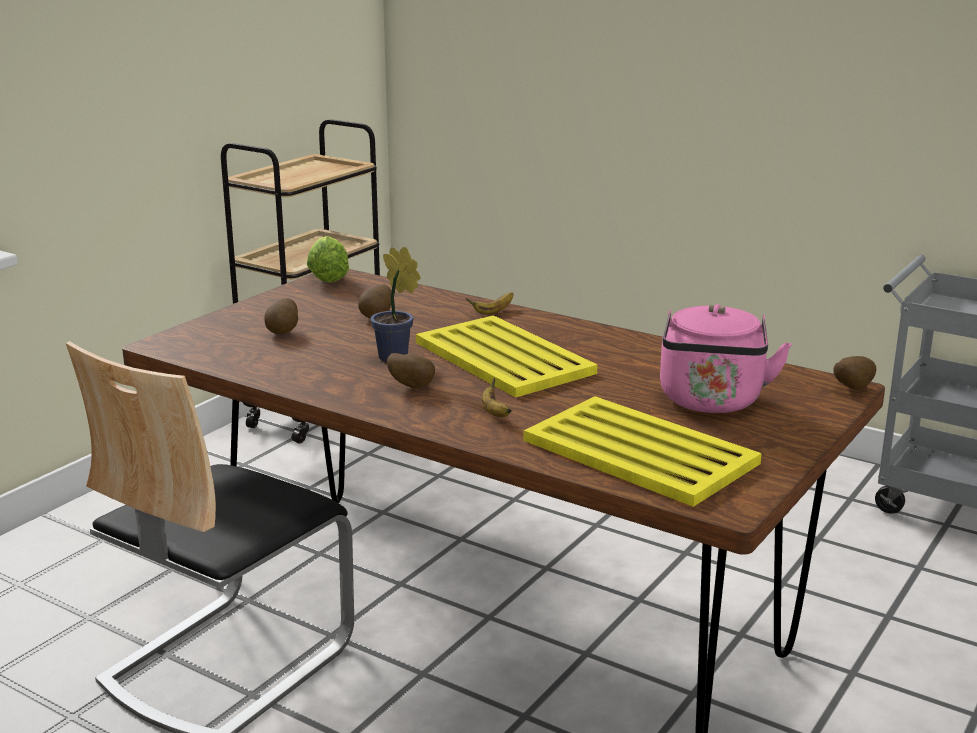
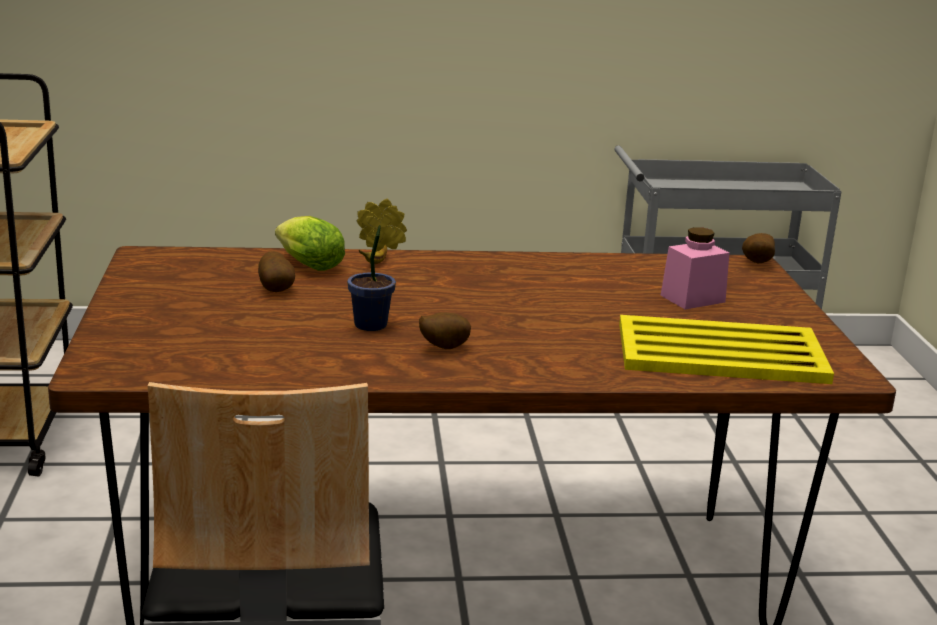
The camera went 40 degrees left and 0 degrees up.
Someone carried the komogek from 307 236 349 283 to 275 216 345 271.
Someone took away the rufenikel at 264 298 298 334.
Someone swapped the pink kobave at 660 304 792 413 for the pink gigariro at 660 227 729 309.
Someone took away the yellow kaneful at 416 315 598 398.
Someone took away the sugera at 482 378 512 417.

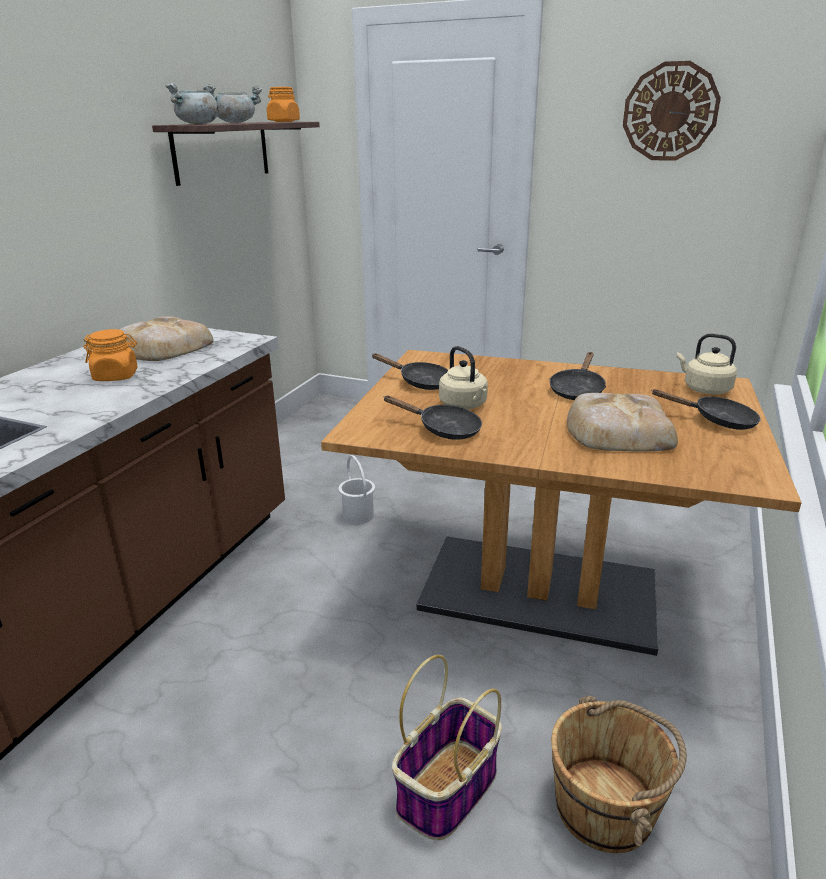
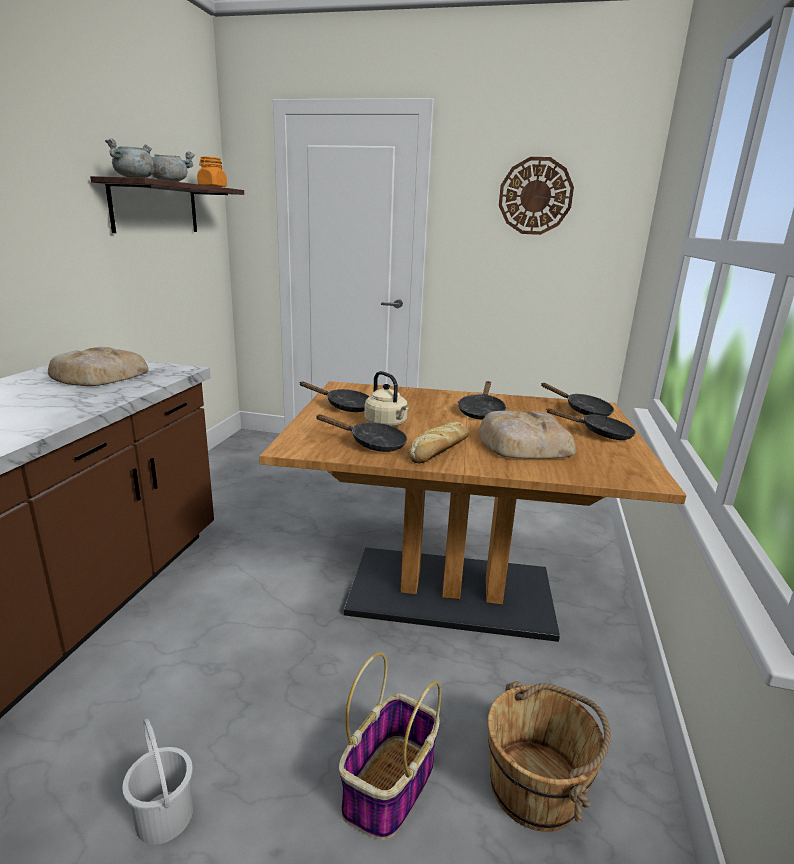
The camera went 10 degrees left and 5 degrees down.
Someone took away the orange gigariro at 83 329 138 381.
Someone swapped the beige kobave at 677 333 737 395 for the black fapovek at 541 383 614 416.
Someone carried the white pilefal from 338 455 375 524 to 122 718 193 845.
Someone put down the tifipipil at 408 422 469 463.

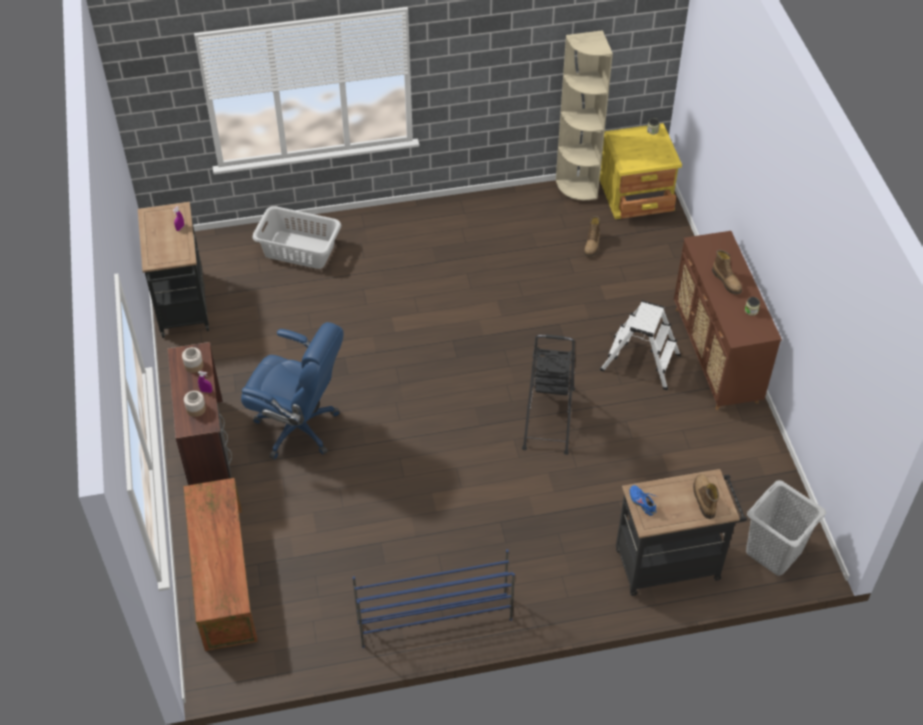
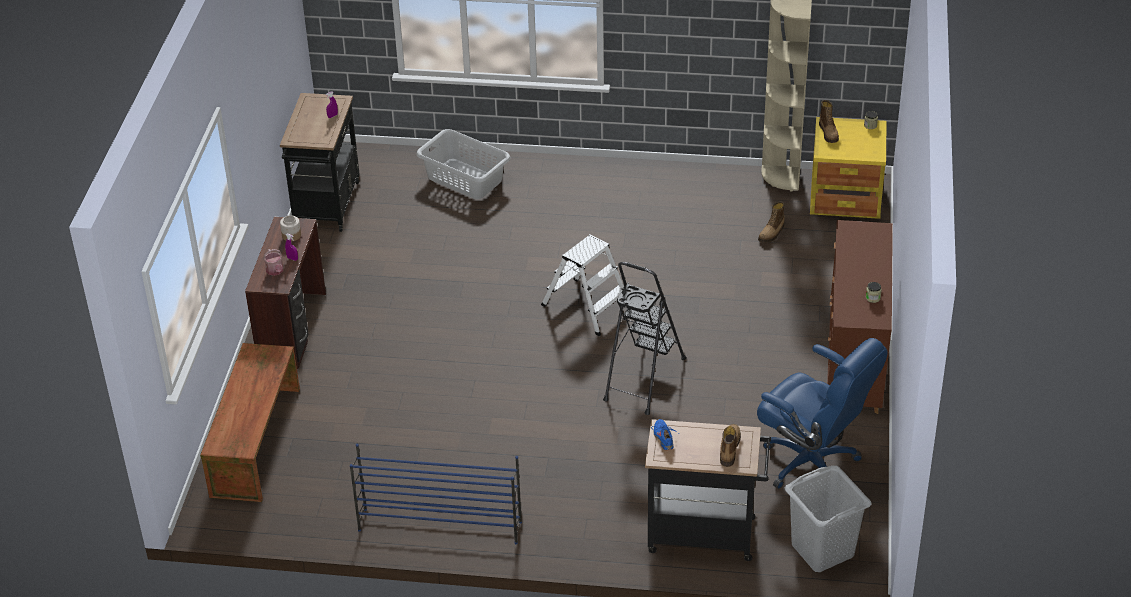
The camera went 20 degrees right and 10 degrees down.
Someone carried the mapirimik from 712 250 742 295 to 819 100 839 143.
Someone carried the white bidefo from 600 300 681 390 to 541 234 624 336.
Someone carried the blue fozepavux from 241 322 344 460 to 757 338 888 489.
Someone swapped the gigariro at 184 391 206 417 for the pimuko at 263 249 283 276.

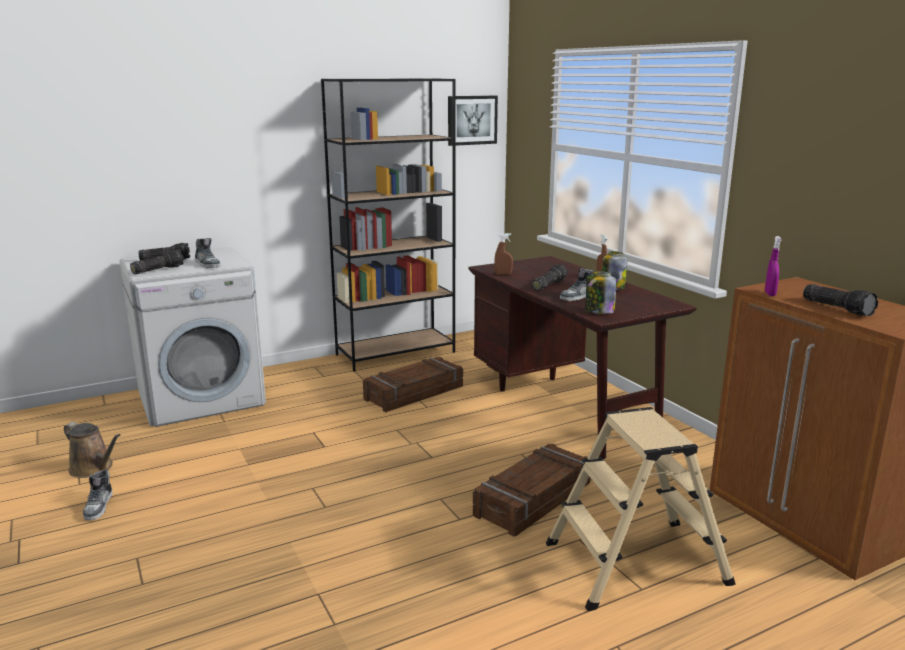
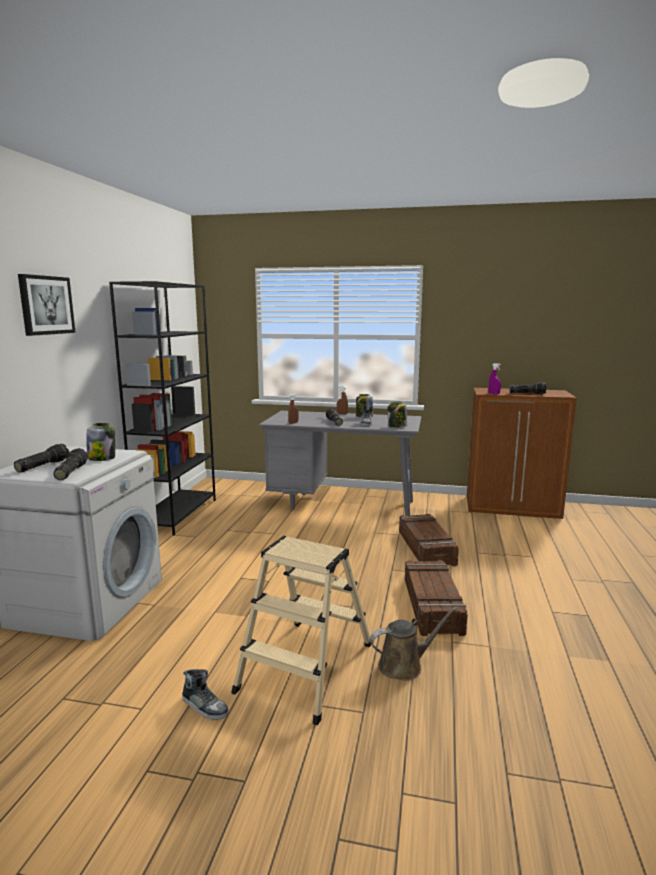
The camera went 50 degrees left and 5 degrees down.
Someone repainted the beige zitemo at 321 79 456 372, which became the black zitemo at 109 281 216 535.
Someone carried the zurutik from 448 96 498 146 to 18 274 76 336.
Someone swapped the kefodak at 195 238 220 268 for the gigariro at 87 423 115 461.
Someone repainted the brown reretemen at 468 256 697 459, which became the grey reretemen at 259 411 421 516.
Someone carried the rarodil from 363 357 463 412 to 405 560 468 636.
Someone carried the beige bidefo from 546 407 736 611 to 231 535 371 725.
Someone carried the brown pimuko from 64 422 121 478 to 370 607 458 681.

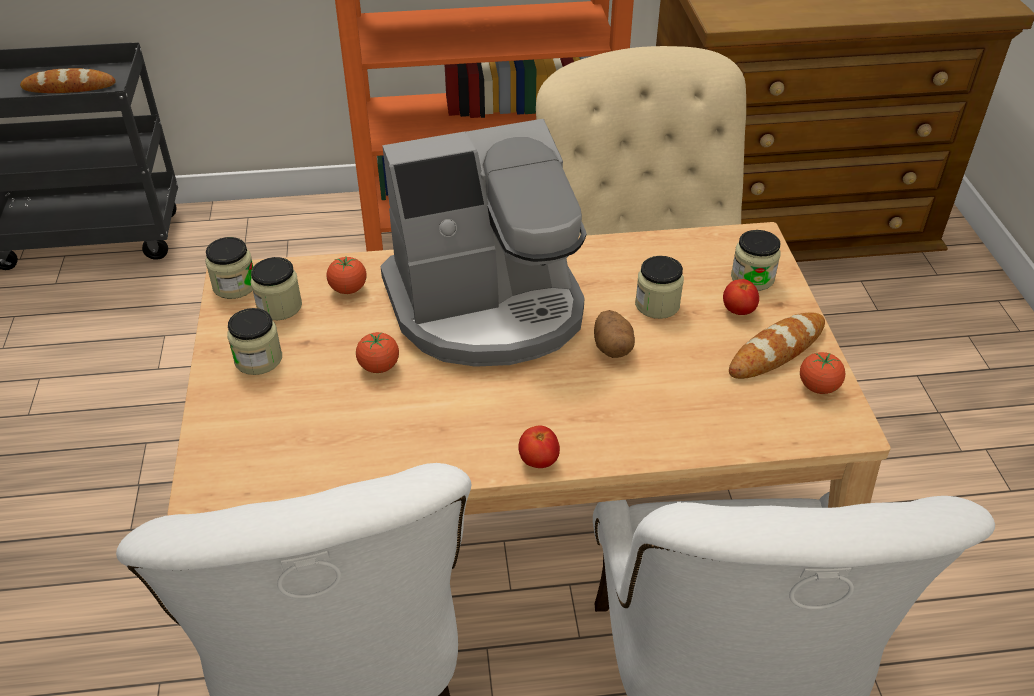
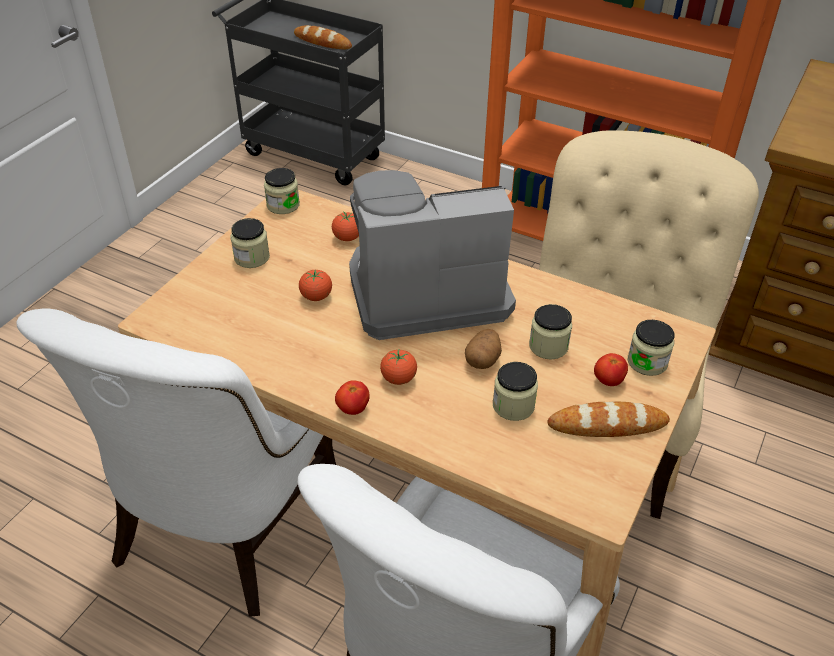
The camera went 35 degrees right and 0 degrees up.
Someone rotated the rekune at 381 119 586 367 by 150 degrees clockwise.
Someone carried the gigariro from 251 257 302 320 to 493 362 538 421.
Someone carried the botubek from 800 352 845 394 to 380 350 417 385.

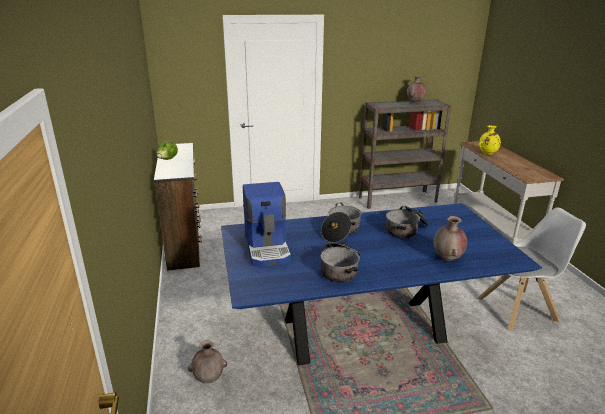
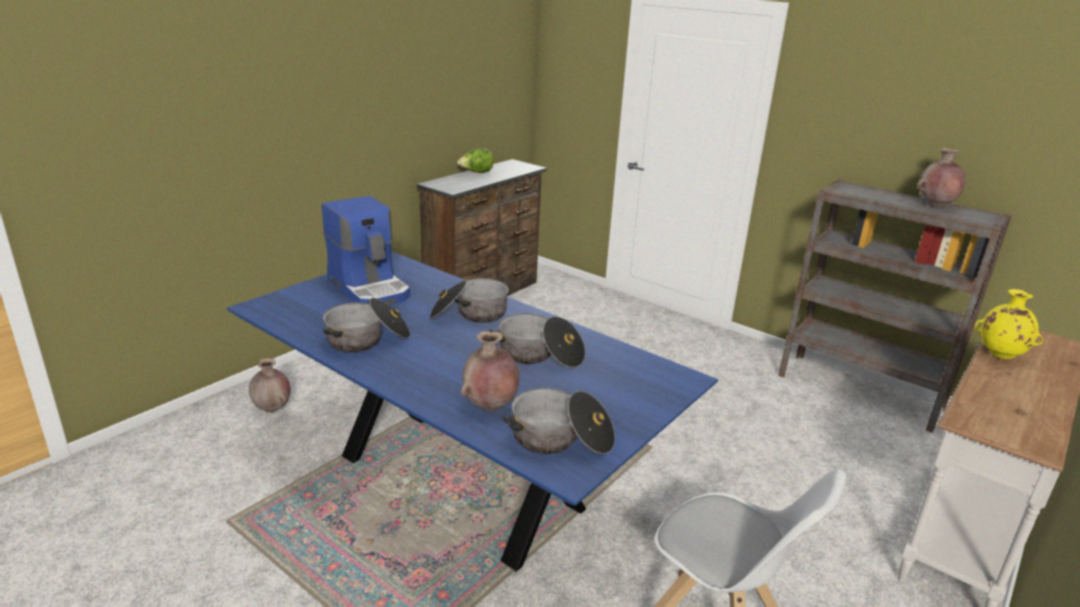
The camera went 50 degrees right and 0 degrees up.
Someone rotated the rekune at 243 182 291 267 by 75 degrees counterclockwise.
Someone put down the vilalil at 503 388 615 454.

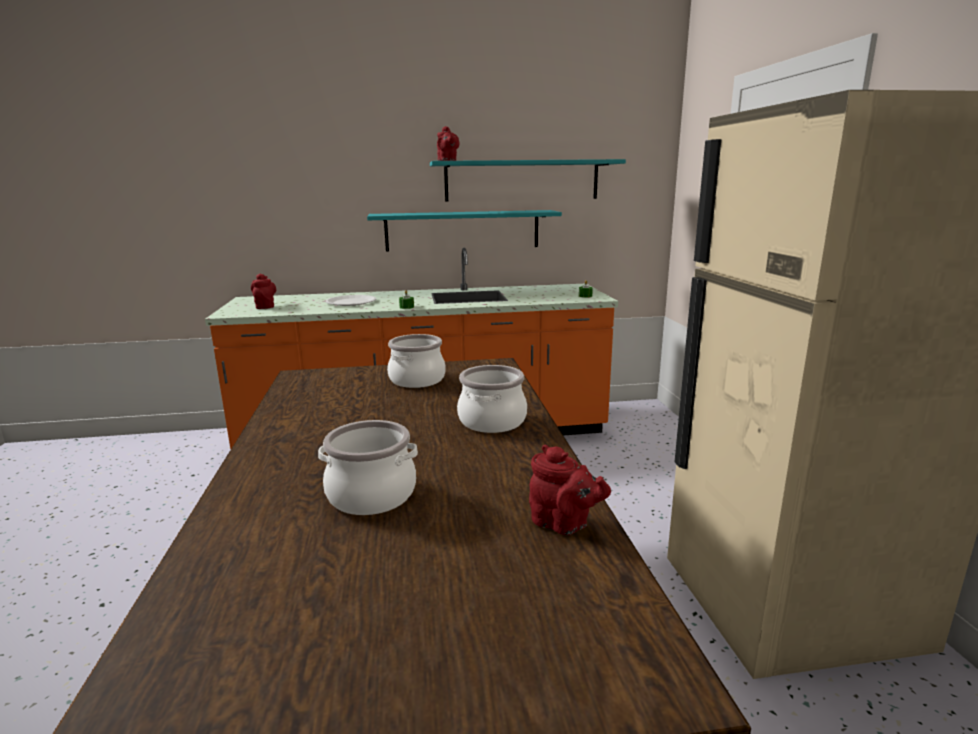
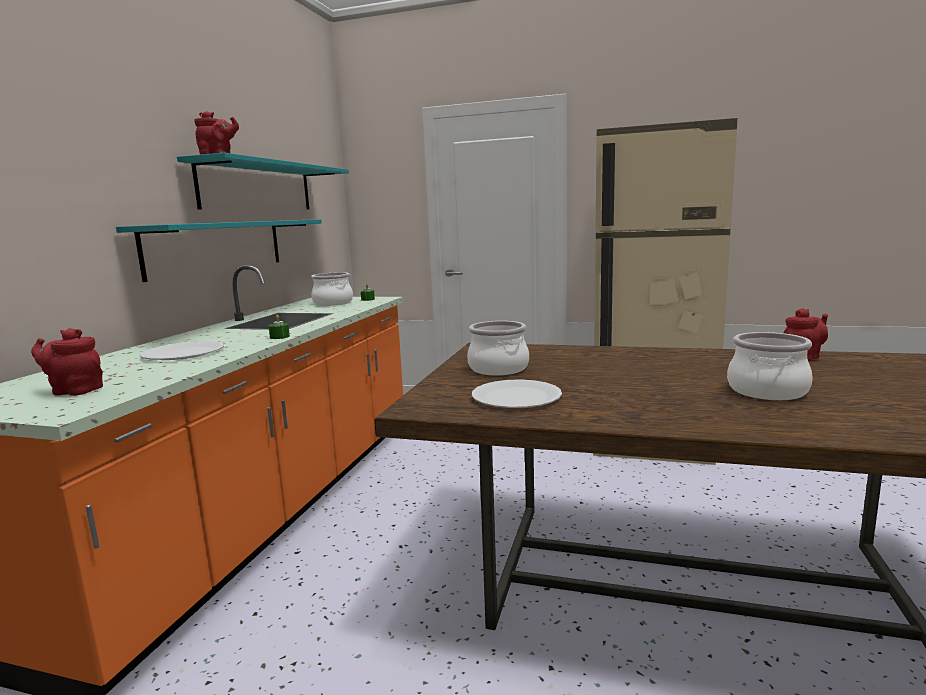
The camera went 65 degrees left and 5 degrees down.
Someone carried the vilalil from 457 365 527 433 to 311 272 353 306.
Someone put down the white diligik at 472 379 562 408.

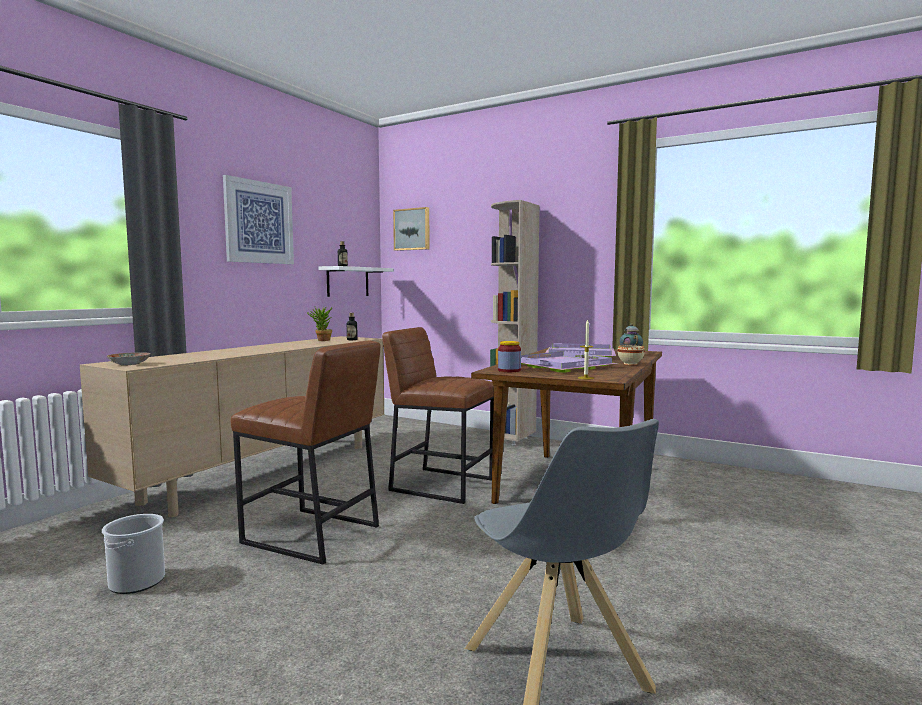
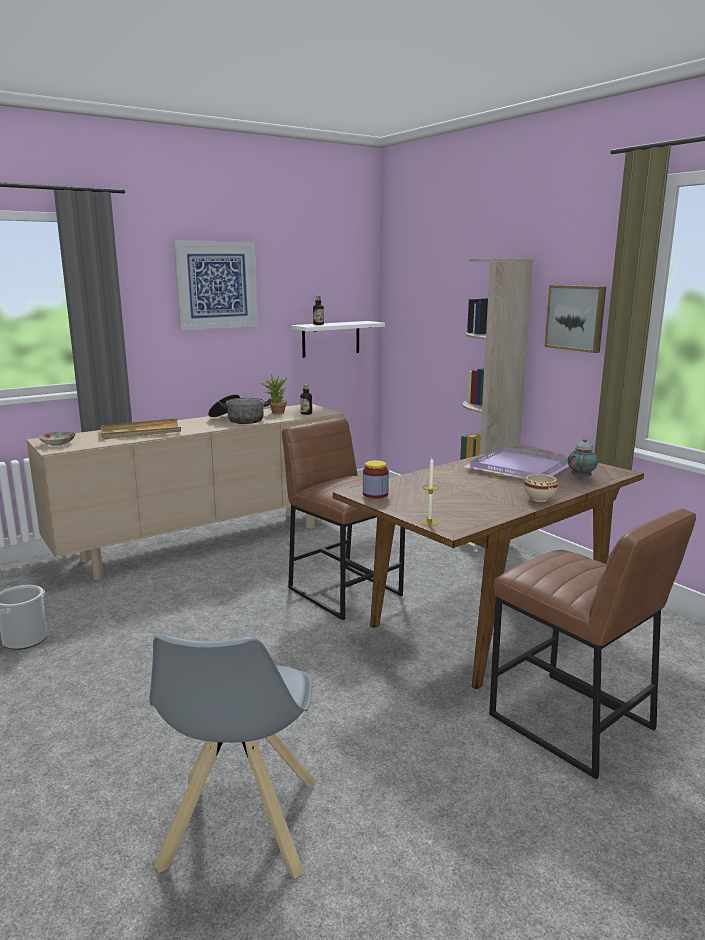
The camera went 25 degrees right and 10 degrees up.
Someone carried the zurutik from 393 207 430 251 to 545 285 606 353.
Someone carried the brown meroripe from 231 340 380 564 to 489 509 696 779.
Someone took away the purple kaneful at 521 351 619 373.
Someone put down the vilalil at 208 394 271 424.
Someone put down the beige kaneful at 101 418 181 439.

